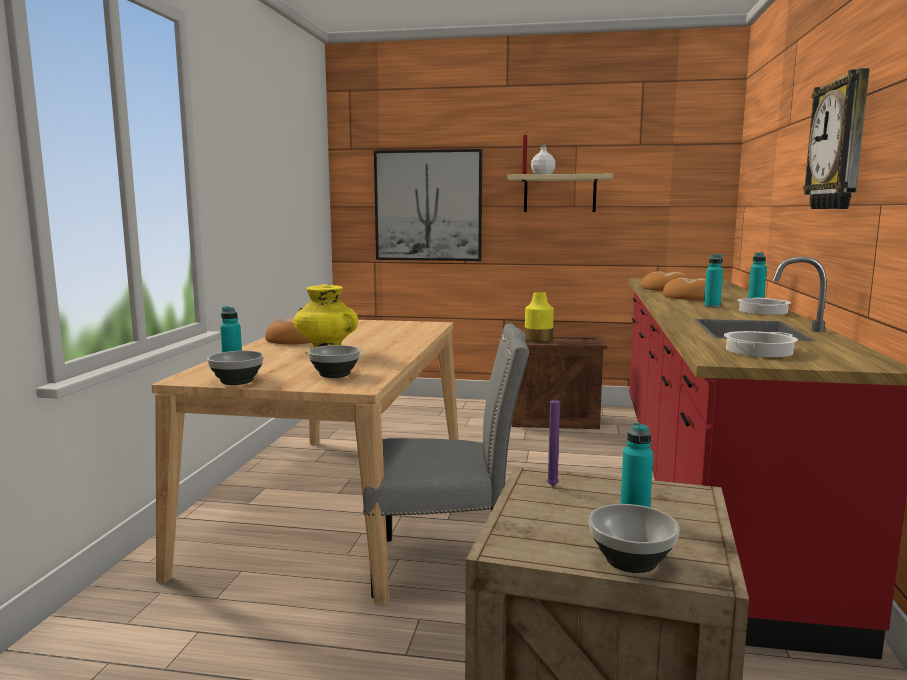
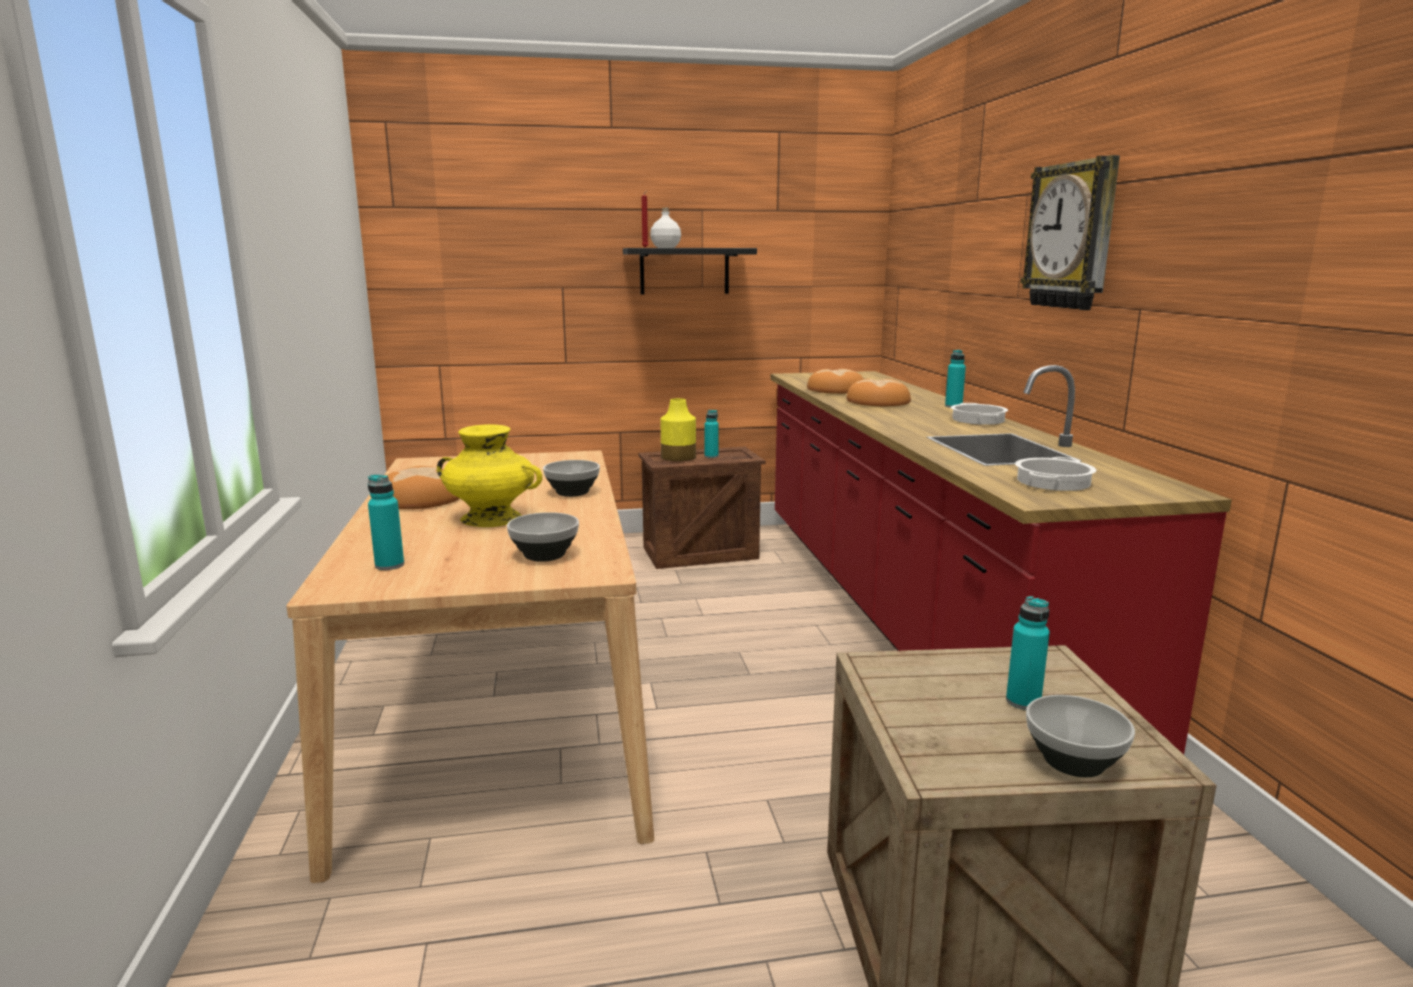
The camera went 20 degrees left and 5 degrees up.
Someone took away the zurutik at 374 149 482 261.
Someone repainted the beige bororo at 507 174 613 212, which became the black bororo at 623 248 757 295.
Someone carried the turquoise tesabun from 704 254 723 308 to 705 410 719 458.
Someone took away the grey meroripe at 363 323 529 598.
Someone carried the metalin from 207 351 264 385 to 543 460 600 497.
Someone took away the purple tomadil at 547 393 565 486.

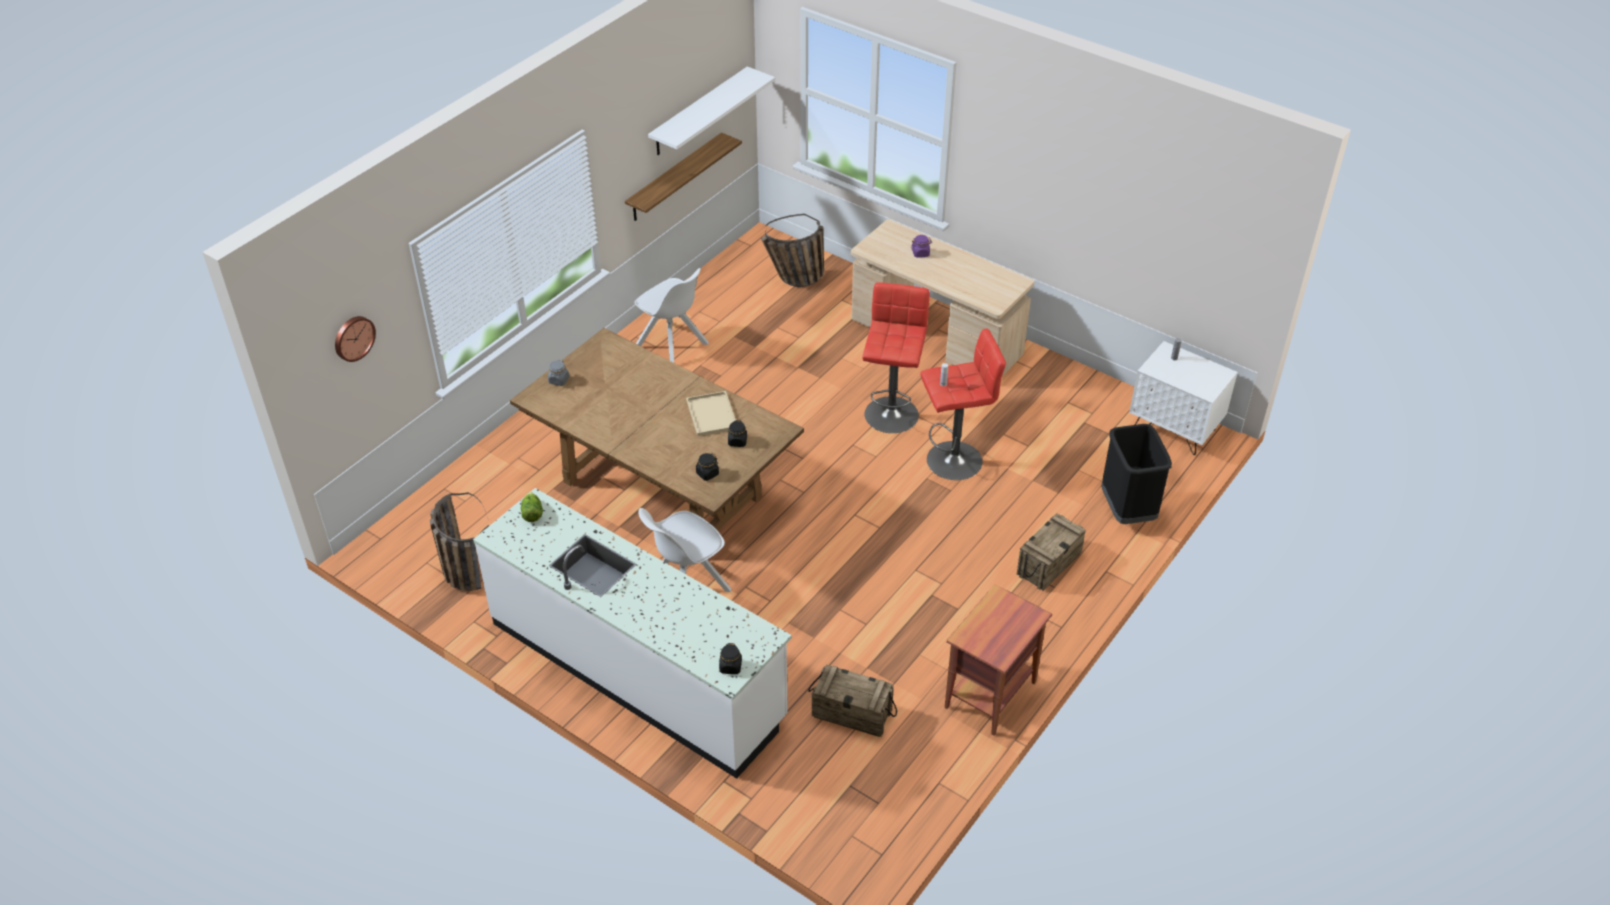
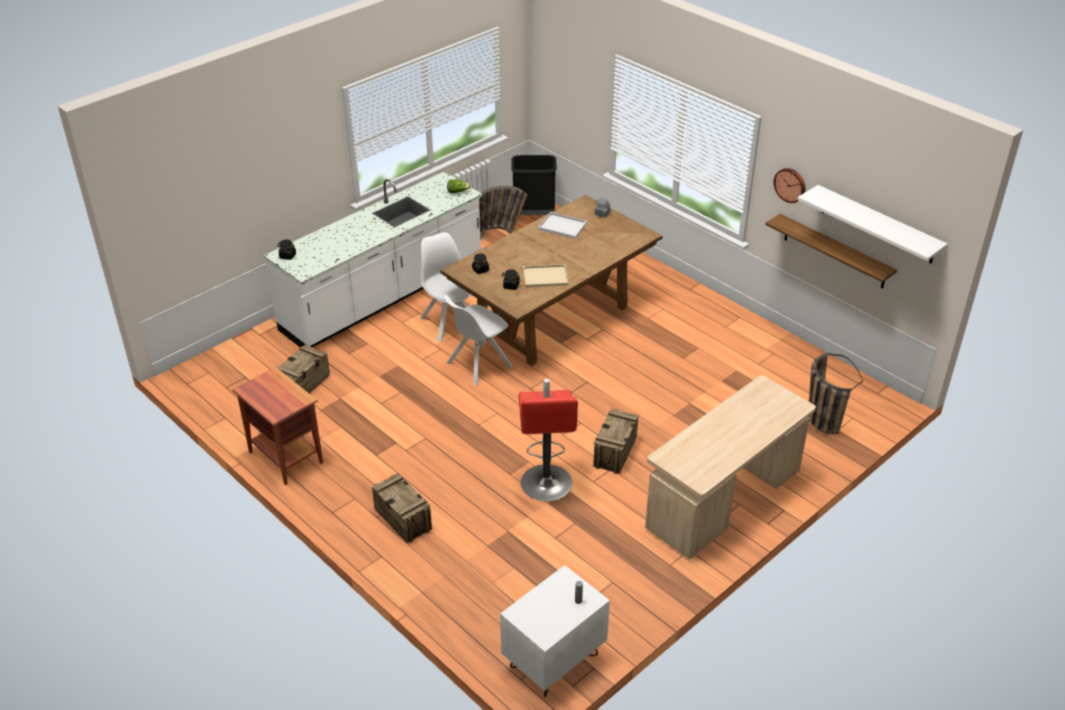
The camera went 100 degrees right and 5 degrees down.
Someone took away the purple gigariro at 911 235 932 258.
Someone carried the white meroripe from 634 268 709 363 to 444 295 512 386.
Someone swapped the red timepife at 863 282 930 433 for the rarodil at 593 409 639 474.
Someone carried the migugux from 335 316 376 362 to 774 168 805 203.
Someone carried the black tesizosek from 1102 424 1172 524 to 511 155 557 215.
Someone put down the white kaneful at 538 212 587 239.

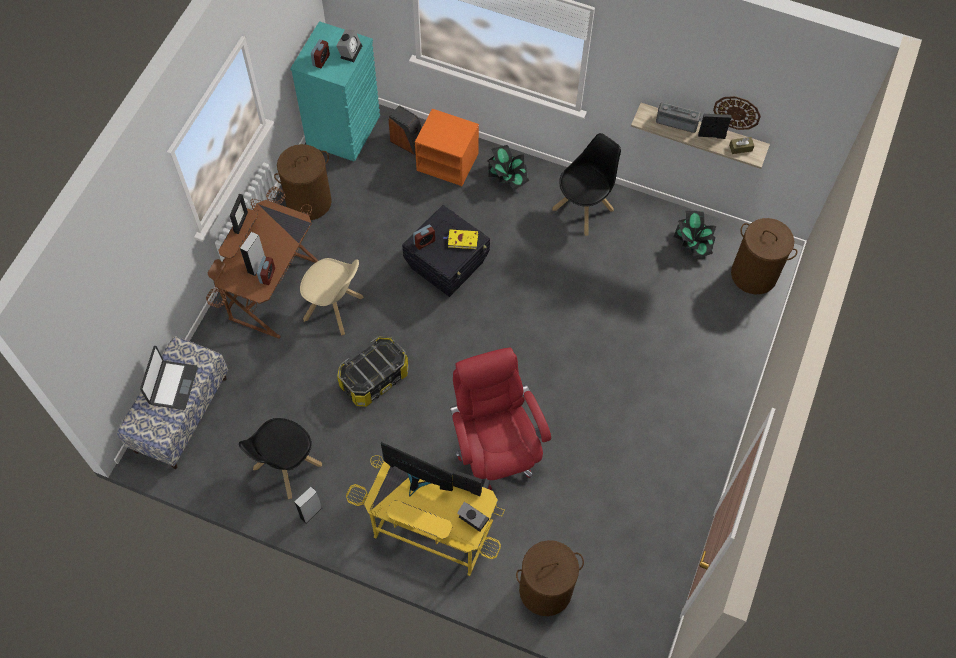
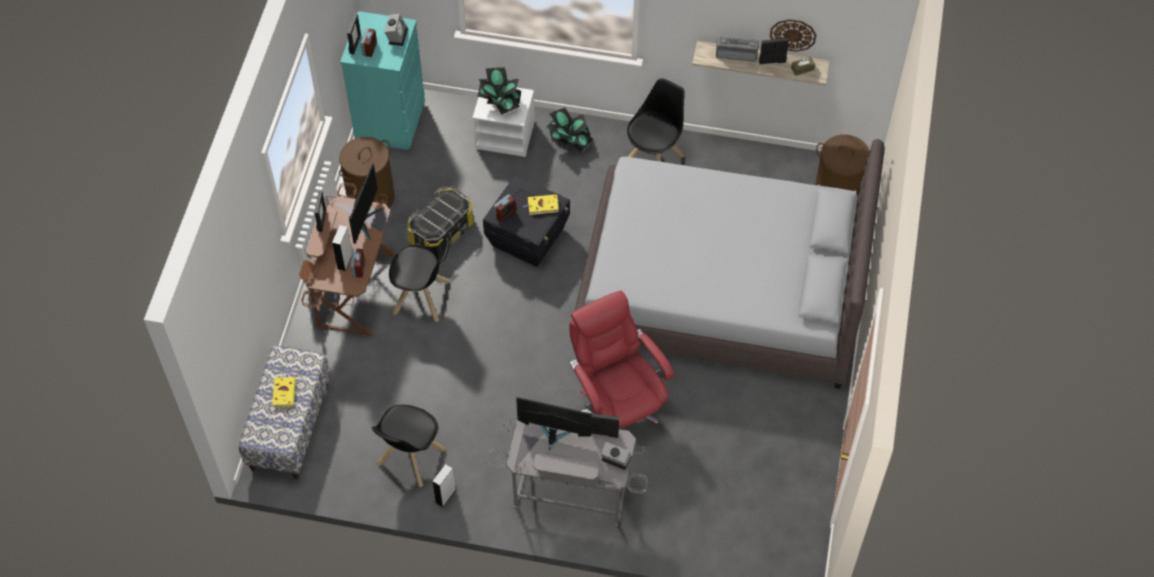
The camera went 10 degrees left and 5 degrees down.
Someone took away the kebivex at 389 105 422 155.
Someone repainted the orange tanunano at 415 109 479 186, which became the white tanunano at 472 87 535 157.
Someone carried the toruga from 674 210 716 259 to 477 67 521 115.
Someone repainted the beige meroripe at 300 258 364 336, which became the black meroripe at 389 237 450 322.
Someone carried the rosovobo from 337 336 409 407 to 407 186 473 248.
Someone swapped the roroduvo at 140 346 198 410 for the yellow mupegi at 272 374 295 408.
Someone repainted the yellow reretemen at 346 455 505 576, which became the grey reretemen at 487 418 648 527.
Someone took away the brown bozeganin at 516 540 584 616.
Someone put down the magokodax at 347 14 361 55.
Someone put down the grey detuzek at 575 139 885 389.
Someone put down the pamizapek at 349 163 384 244.

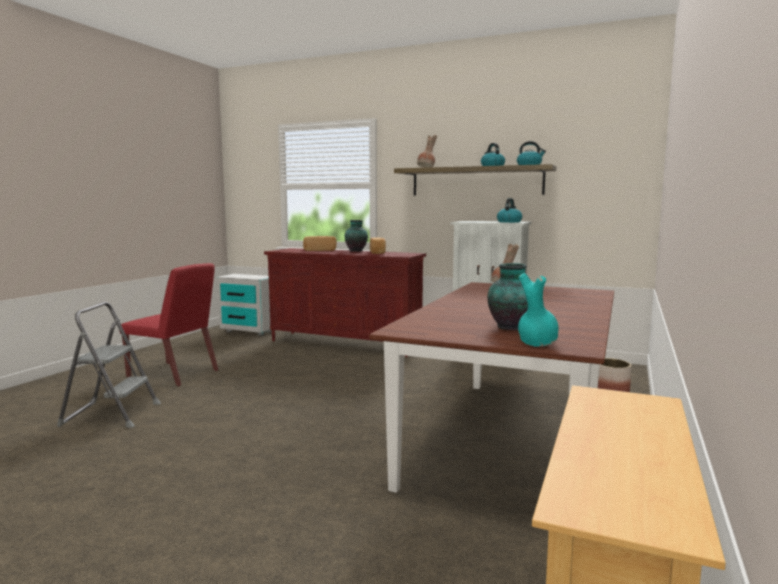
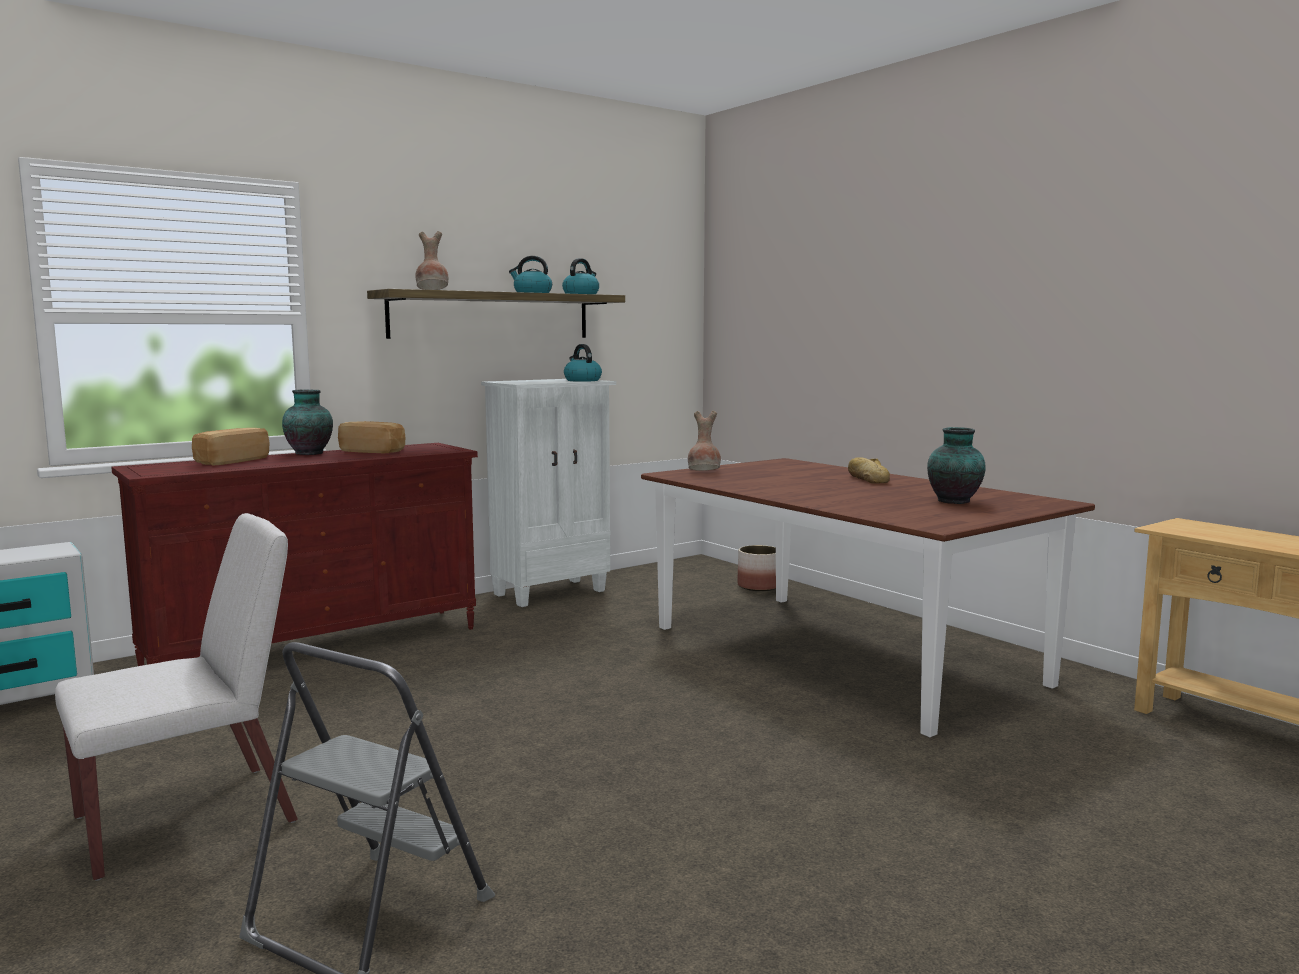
The camera went 60 degrees left and 0 degrees up.
Someone repainted the red meroripe at 119 263 218 386, which became the white meroripe at 55 513 298 881.
Someone took away the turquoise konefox at 518 273 559 347.
Someone put down the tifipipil at 848 457 890 483.

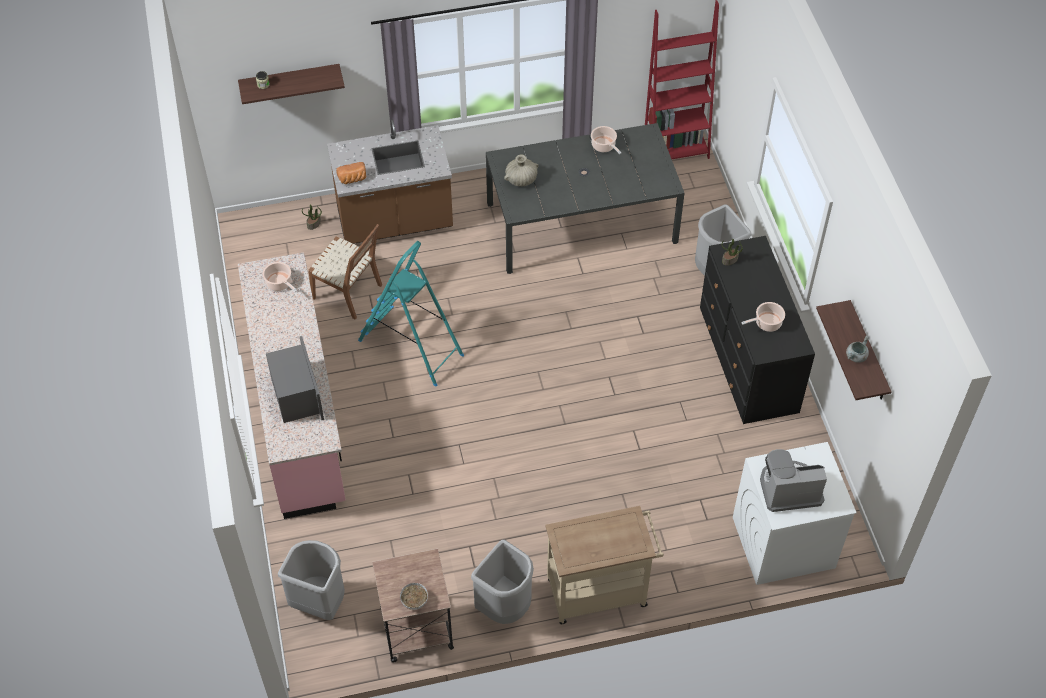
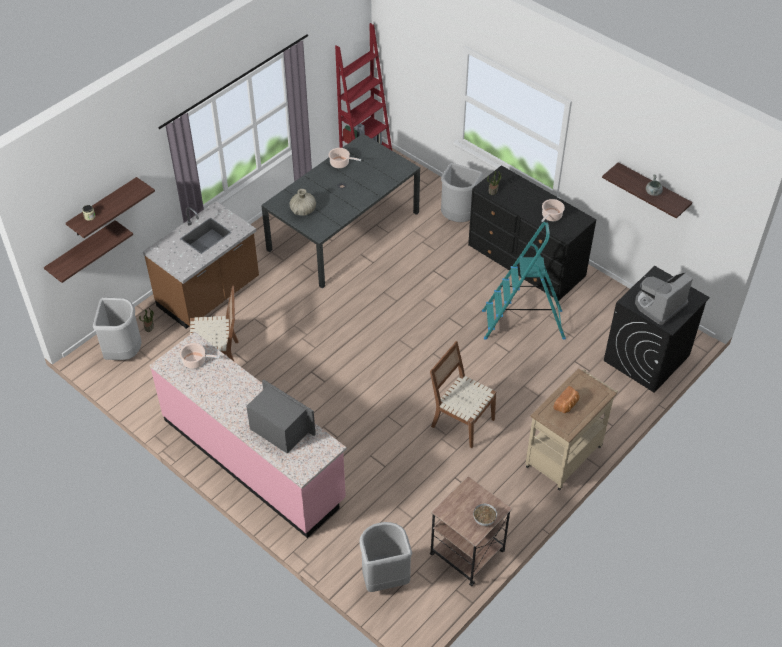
The camera went 35 degrees left and 5 degrees down.
Someone carried the tifipipil from 336 162 366 184 to 554 386 579 413.
Someone carried the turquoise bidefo from 358 241 464 387 to 482 222 566 339.
Someone repainted the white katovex at 733 442 857 585, which became the black katovex at 604 266 710 393.
Someone carried the grey tesizosek from 471 540 534 624 to 93 298 142 360.
Someone put up the bororo at 44 220 133 283.
Someone put down the meroripe at 430 341 496 448.

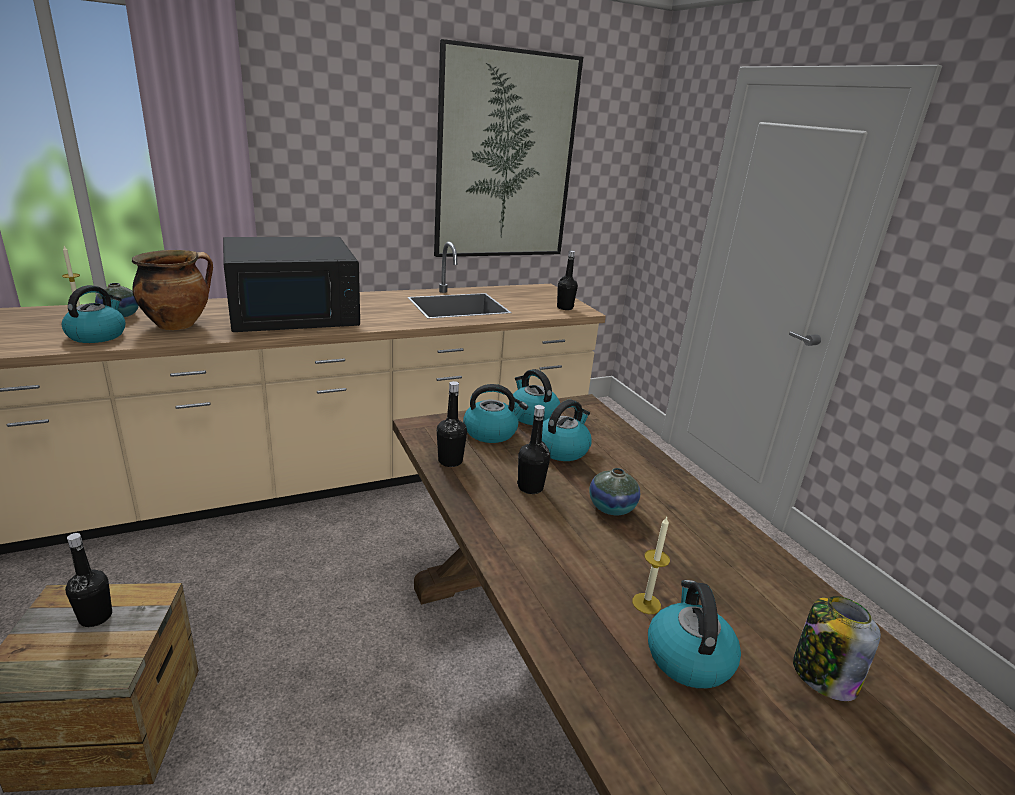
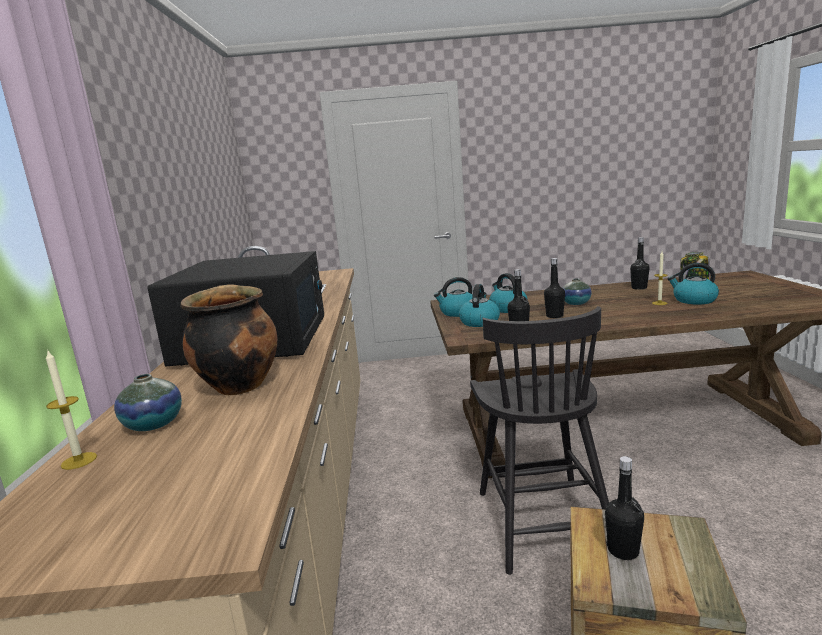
The camera went 65 degrees left and 10 degrees down.
Someone took away the zurutik at 434 39 583 257.
Someone carried the black tesabun from 557 251 578 310 to 630 237 650 290.
Someone took away the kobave at 62 285 126 343.
Someone put down the black meroripe at 470 306 609 575.

